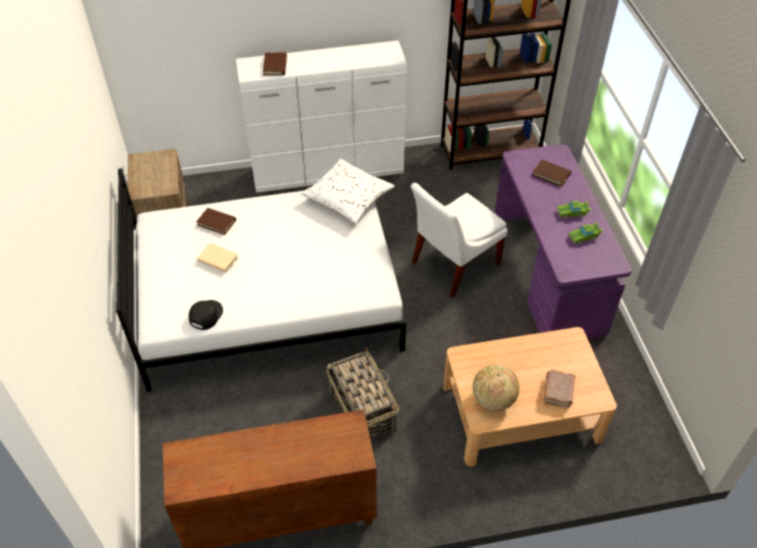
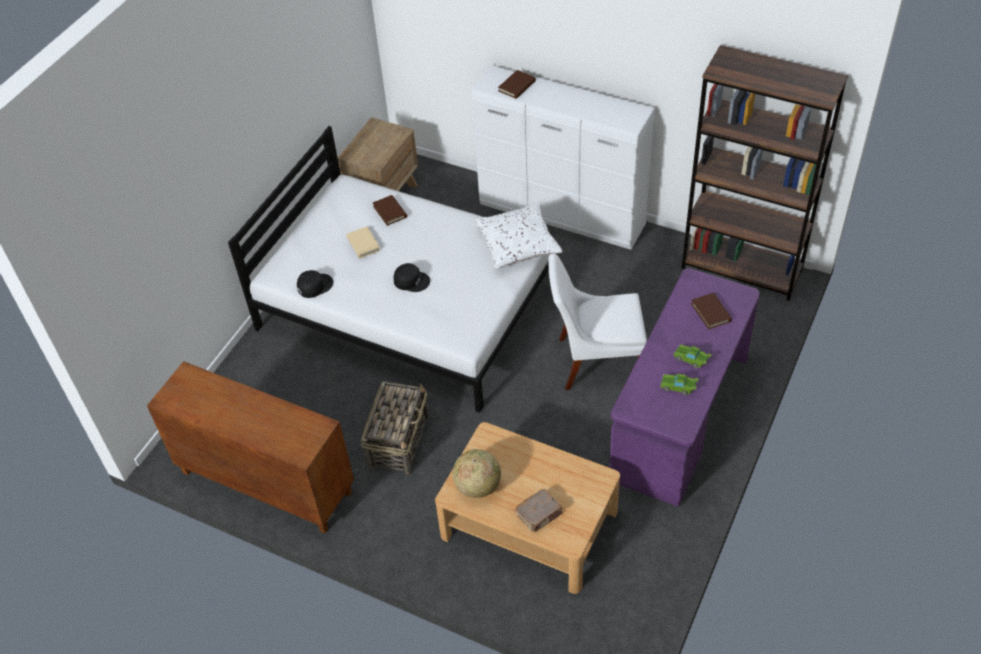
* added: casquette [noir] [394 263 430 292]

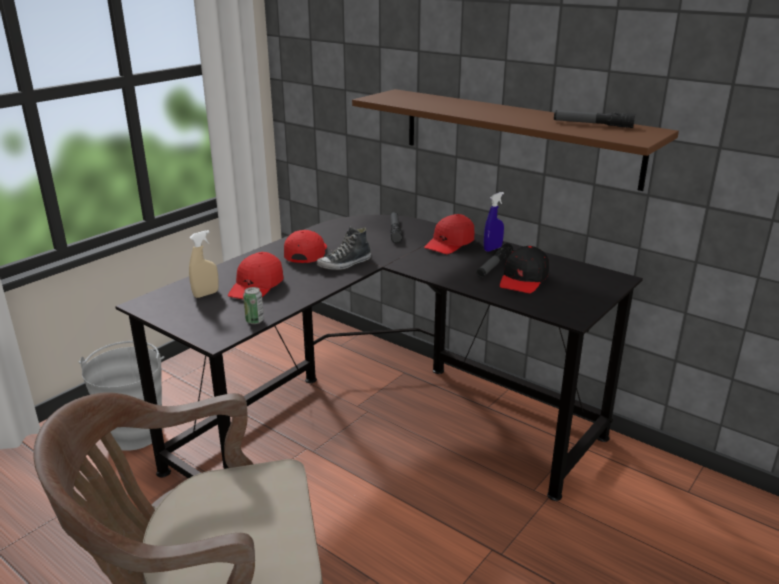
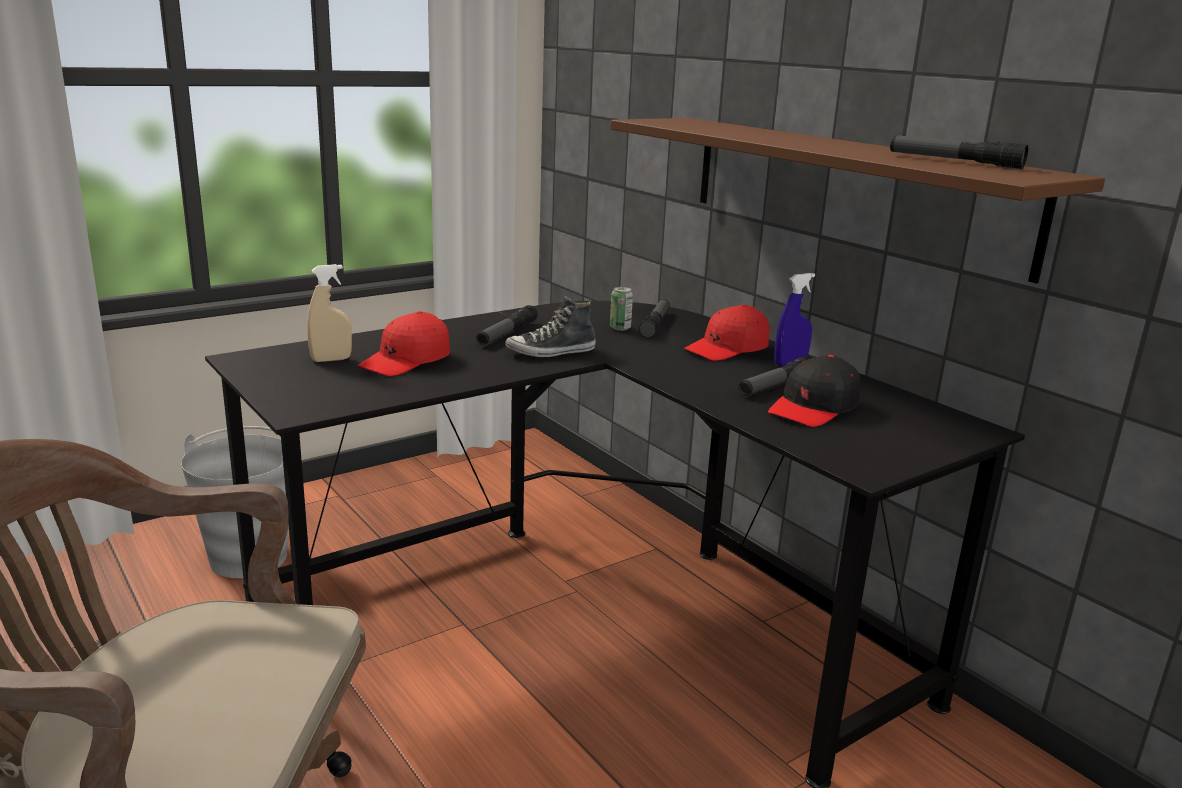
* moved: boîte métallique [243 287 264 324] to [610 287 633 331]
* replaced: casquette [rouge] [284 230 327 263] to lampe de poche [476 305 538 345]

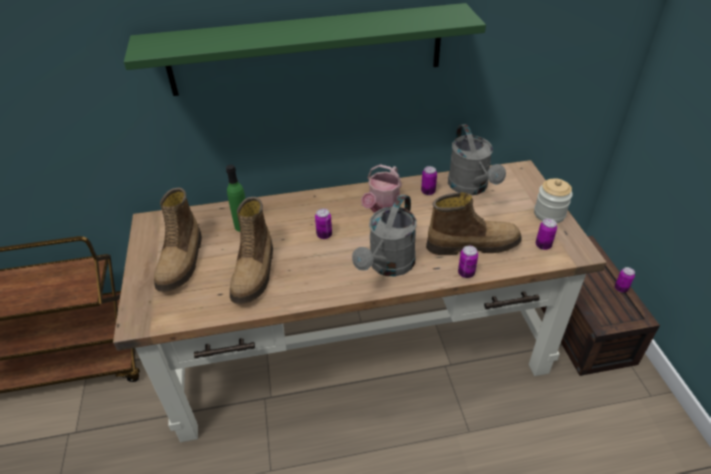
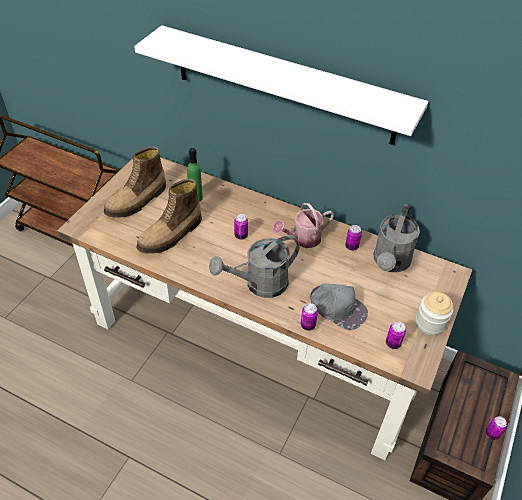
* recoloured: étagère [vert] [124 3 486 96] to étagère [blanc] [134 25 428 145]
* replaced: botte [426 192 522 255] to casquette [gris] [310 284 368 330]

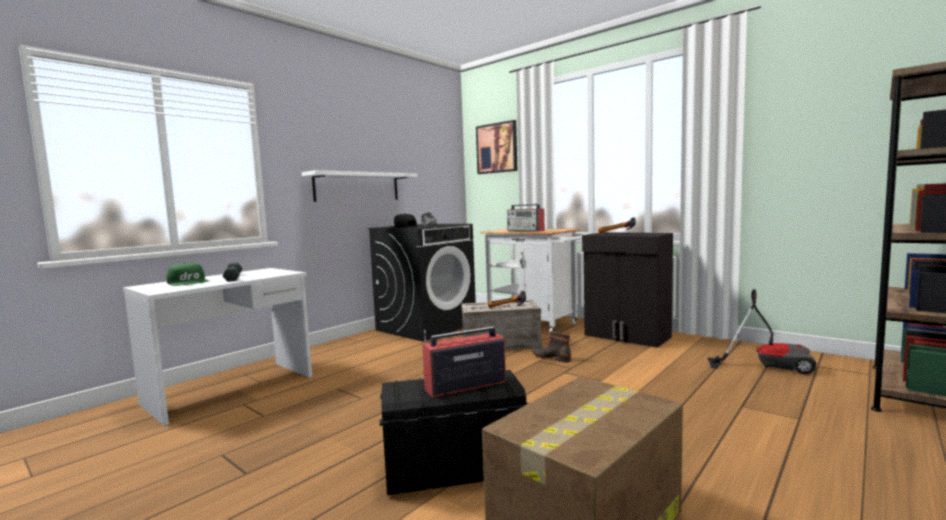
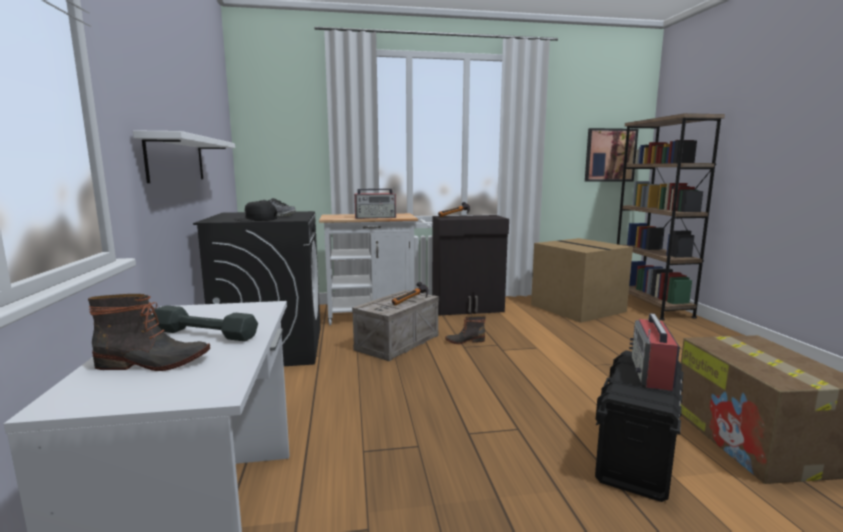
* replaced: casquette [vert] [166 263 209 286] to botte [88 294 210 371]
* moved: tableau [476 120 518 174] to [585 128 638 182]
* replaced: aspirateur [707 289 816 374] to carton [531 238 633 323]

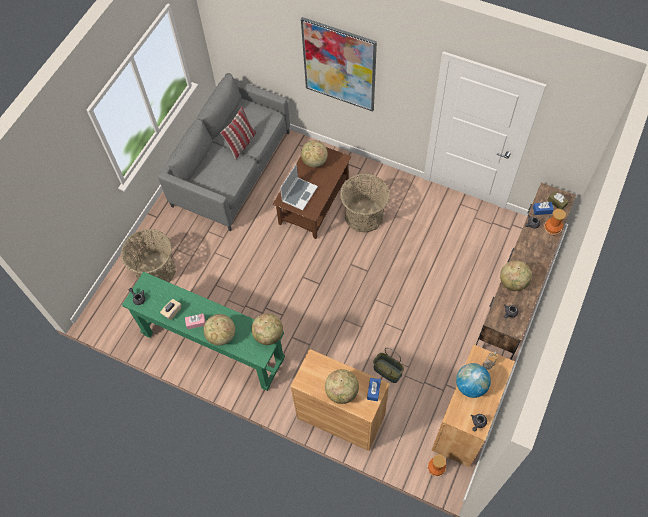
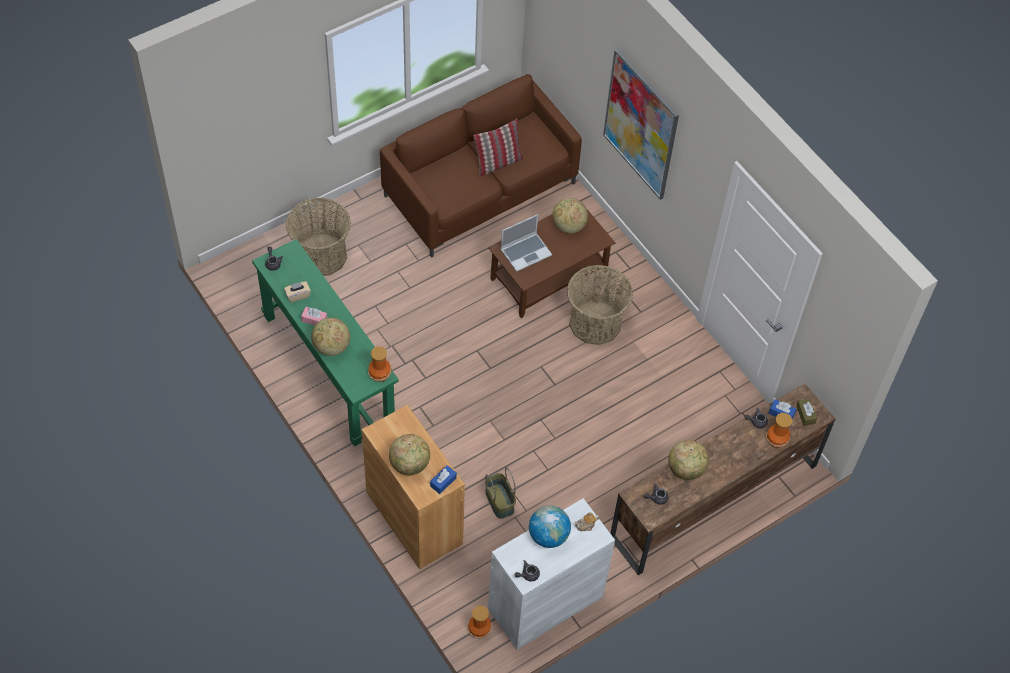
* recoloured: canapé [gris] [158 73 290 231] to canapé [marron] [380 74 582 258]
* replaced: globe [251 313 283 345] to vase [368 346 392 382]
* recoloured: meuble de rangement [marron] [432 344 515 467] to meuble de rangement [blanc] [488 498 615 650]

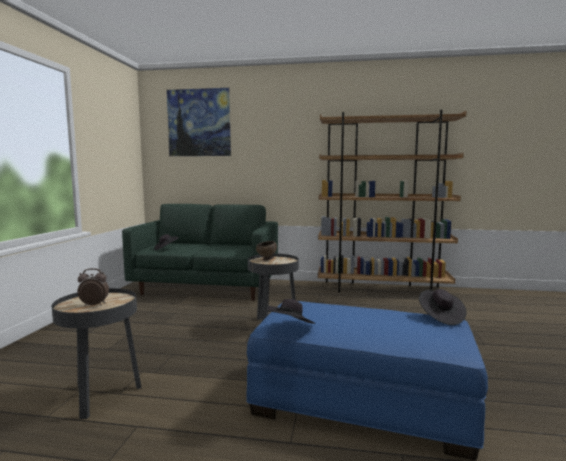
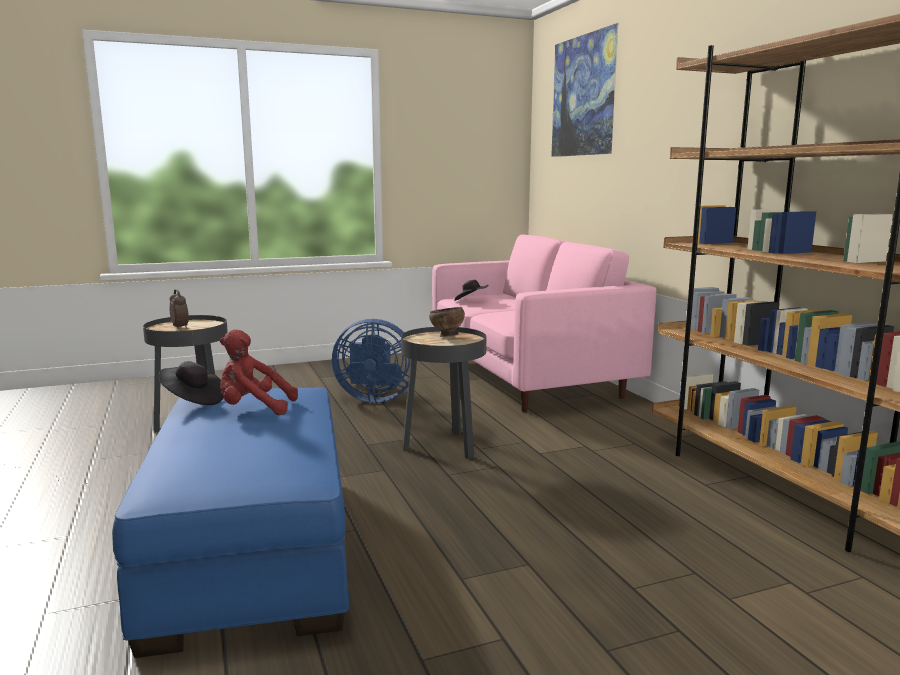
* recoloured: canapé [vert] [122 204 278 301] to canapé [rose] [432 234 656 412]
* removed: chapeau [noir] [419 289 466 325]
* added: peluche [rouge] [220 329 298 415]
* added: ventilateur [bleu] [332 319 410 403]

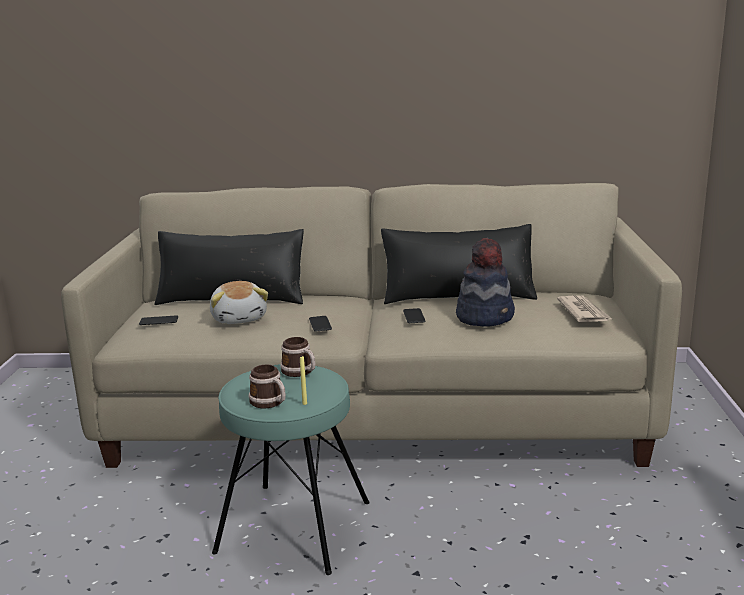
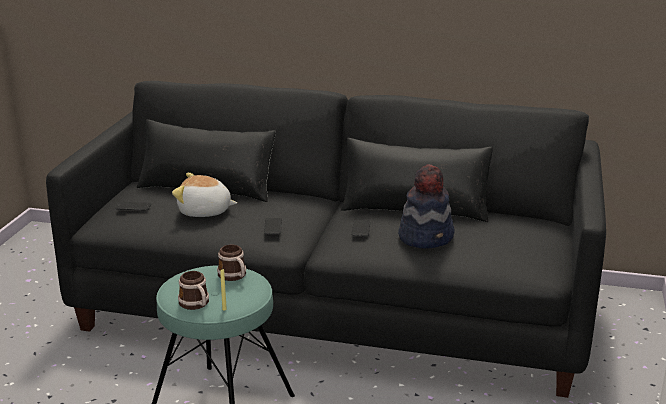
* recoloured: canapé [beige] [61 183 682 468] to canapé [noir] [46 81 606 398]
* turned: peluche [210 281 268 324] = [172 173 237 217] 105 degrees clockwise
* removed: journal [557 296 612 322]

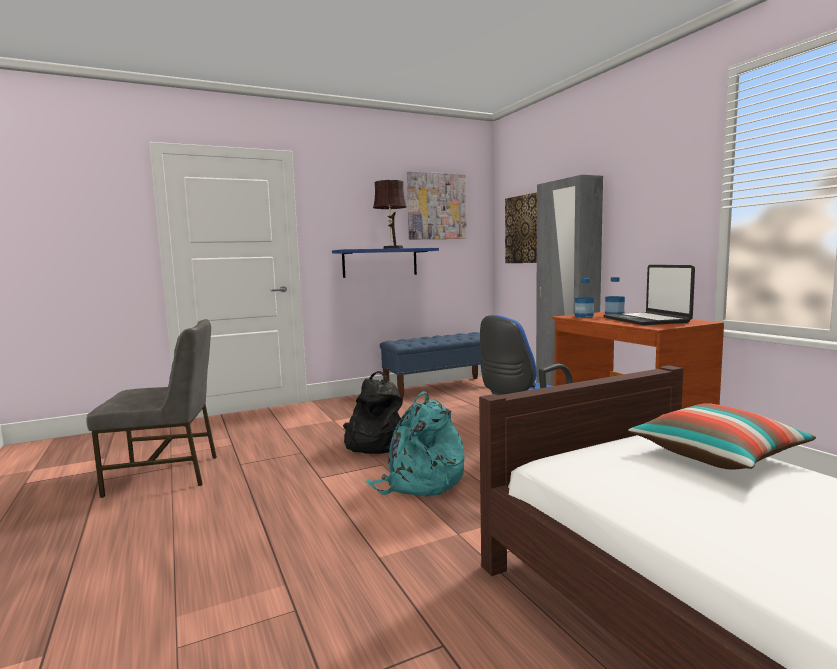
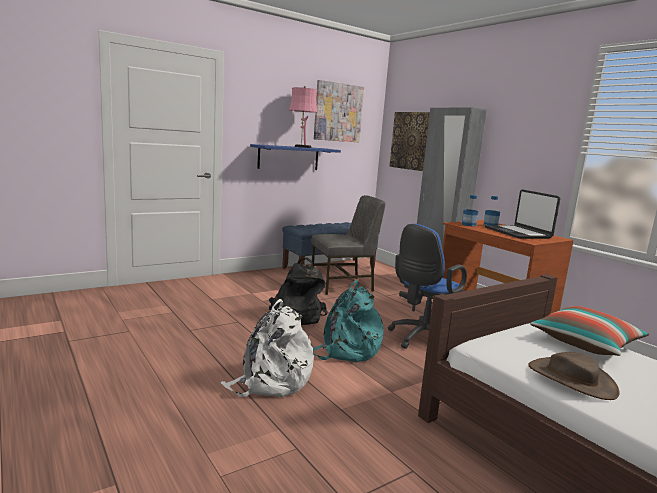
* moved: chaise [gris] [86 319 217 498] to [311 195 385 295]
* recoloured: lampe de table [marron] [373 178 407 249] to lampe de table [rose] [289 86 318 148]
* added: sac à dos [blanc] [220 299 314 397]
* added: chapeau [marron] [528 352 620 400]

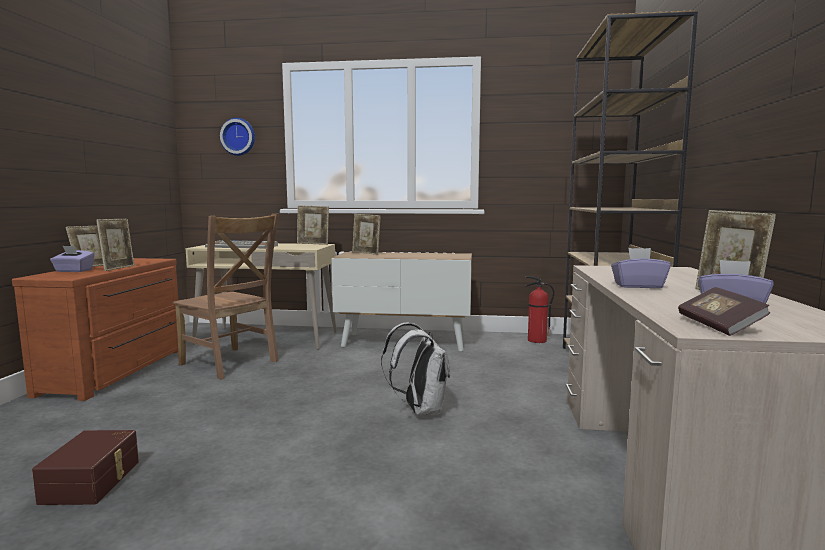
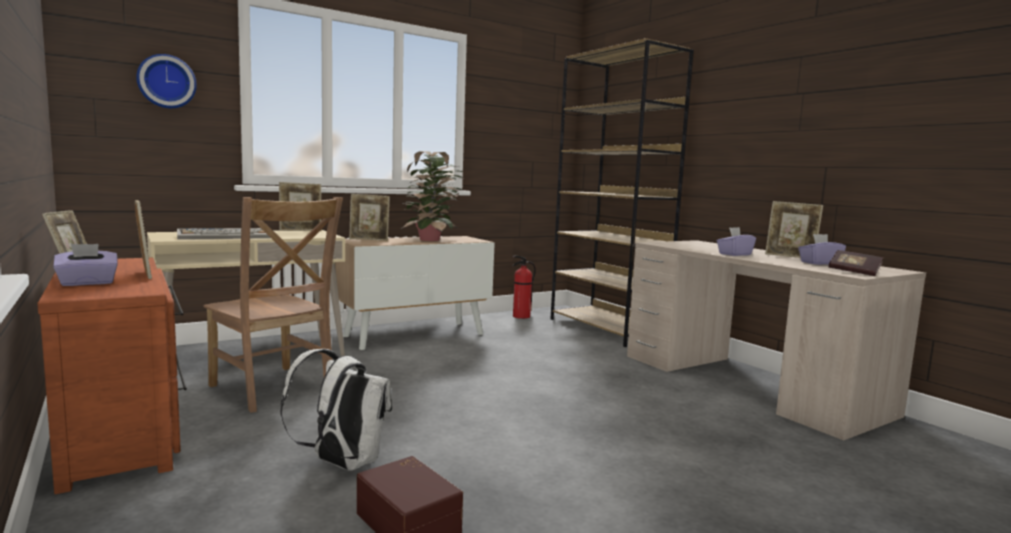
* turned: chaise [marron] [173 214 279 380] = [204 197 343 413] 45 degrees clockwise
* moved: sac à dos [blanc] [381 322 450 415] to [280 349 393 471]
* added: plante en pot [401 151 462 241]

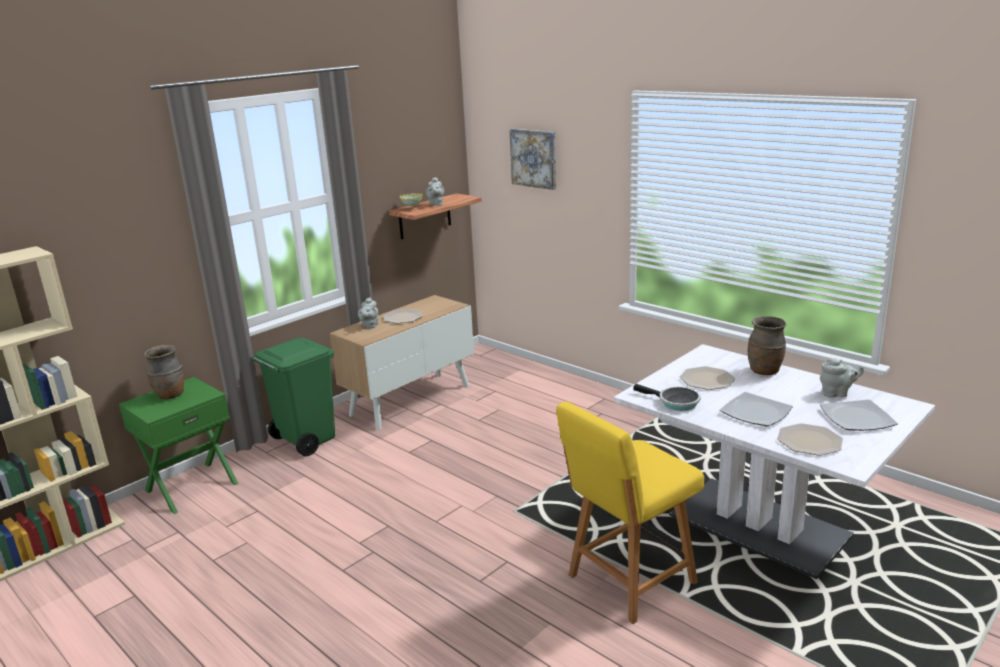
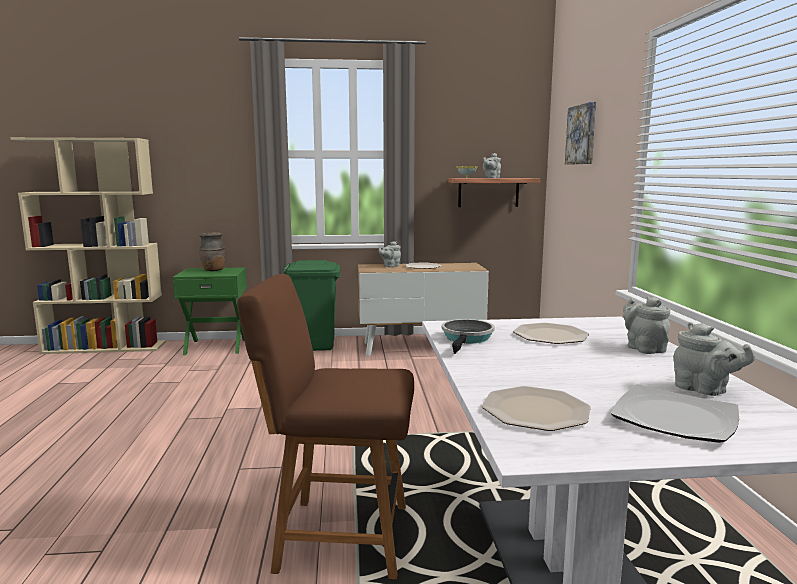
* recoloured: chaise [jaune] [556 402 704 624] to chaise [marron] [237 274 414 579]
* turned: poêle [633 384 701 411] = [442 319 495 354] 150 degrees counterclockwise
* removed: assiette [720 392 793 426]
* replaced: vase [marron] [748 316 787 375] to théière [gris] [623 297 670 354]

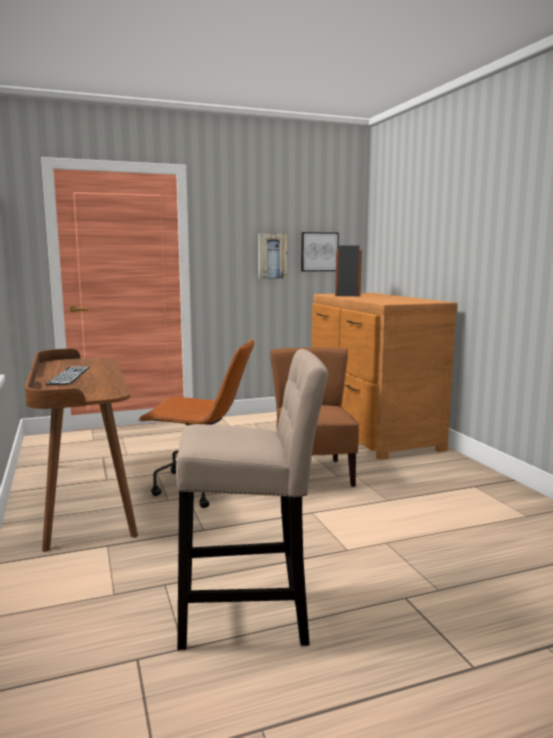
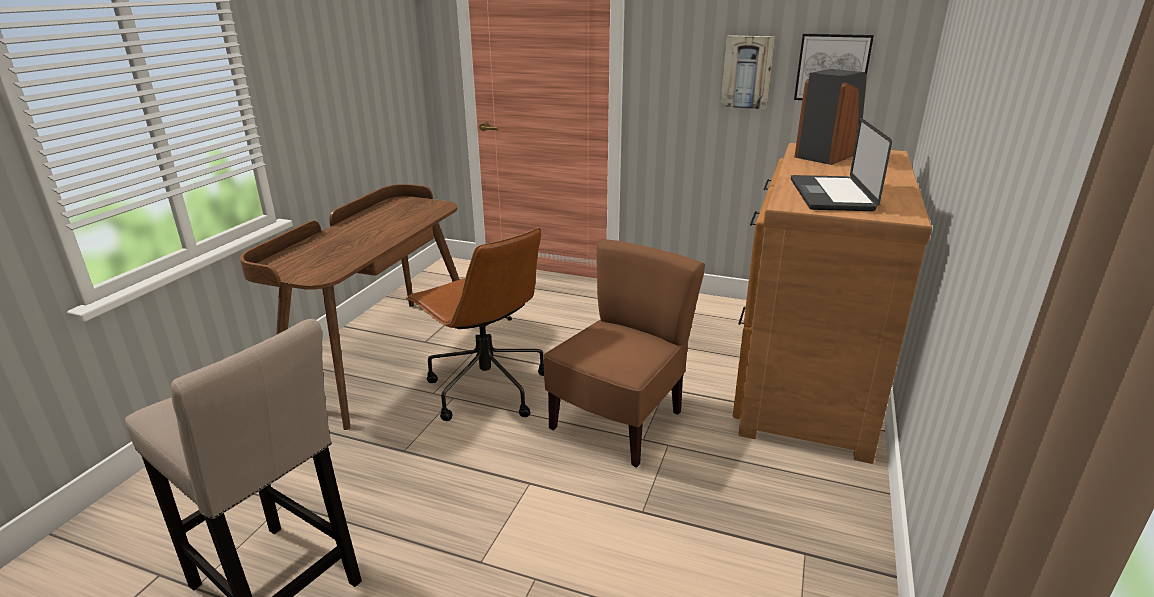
* removed: clavier [46 366 90 385]
* added: ordinateur portable [791 118 892 211]

